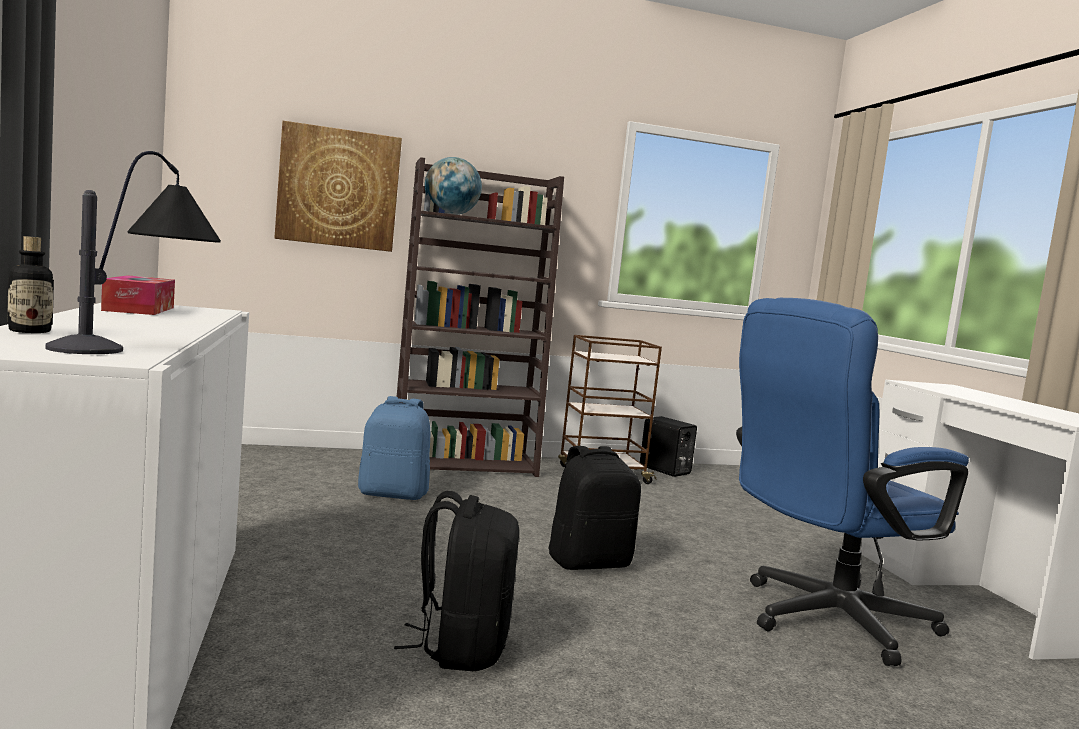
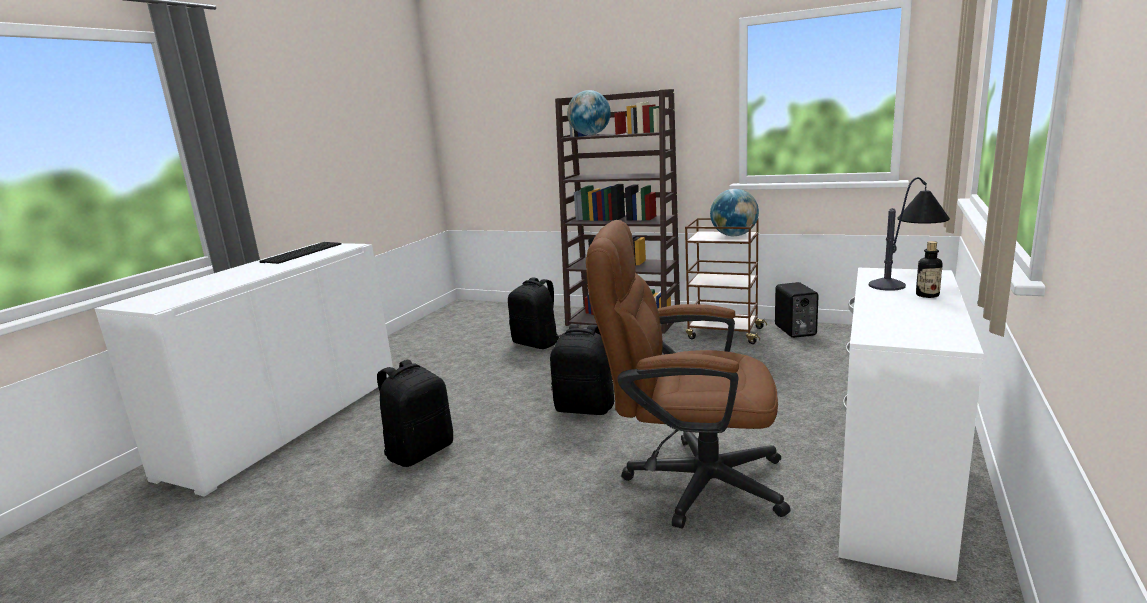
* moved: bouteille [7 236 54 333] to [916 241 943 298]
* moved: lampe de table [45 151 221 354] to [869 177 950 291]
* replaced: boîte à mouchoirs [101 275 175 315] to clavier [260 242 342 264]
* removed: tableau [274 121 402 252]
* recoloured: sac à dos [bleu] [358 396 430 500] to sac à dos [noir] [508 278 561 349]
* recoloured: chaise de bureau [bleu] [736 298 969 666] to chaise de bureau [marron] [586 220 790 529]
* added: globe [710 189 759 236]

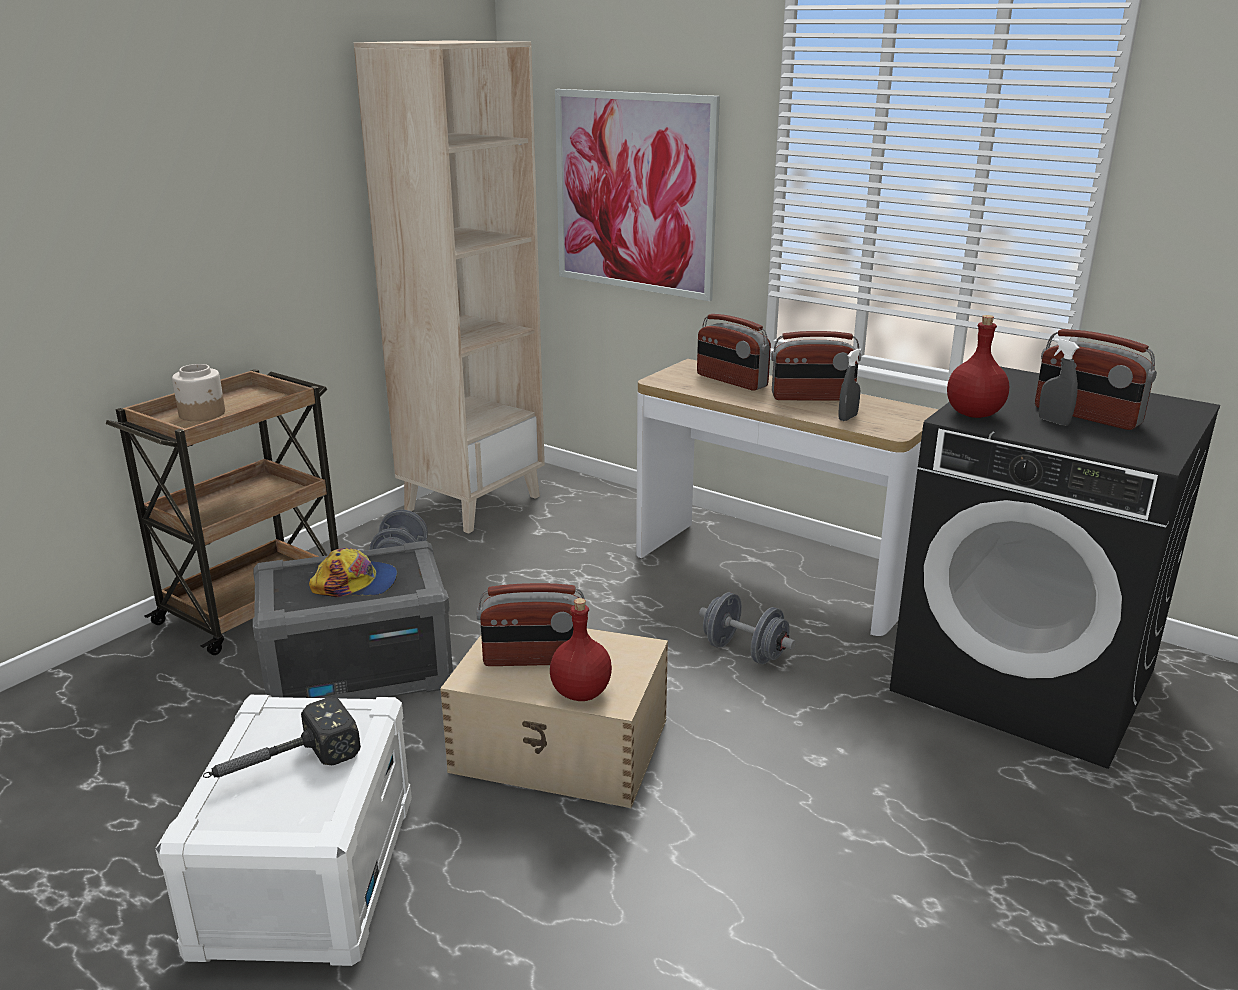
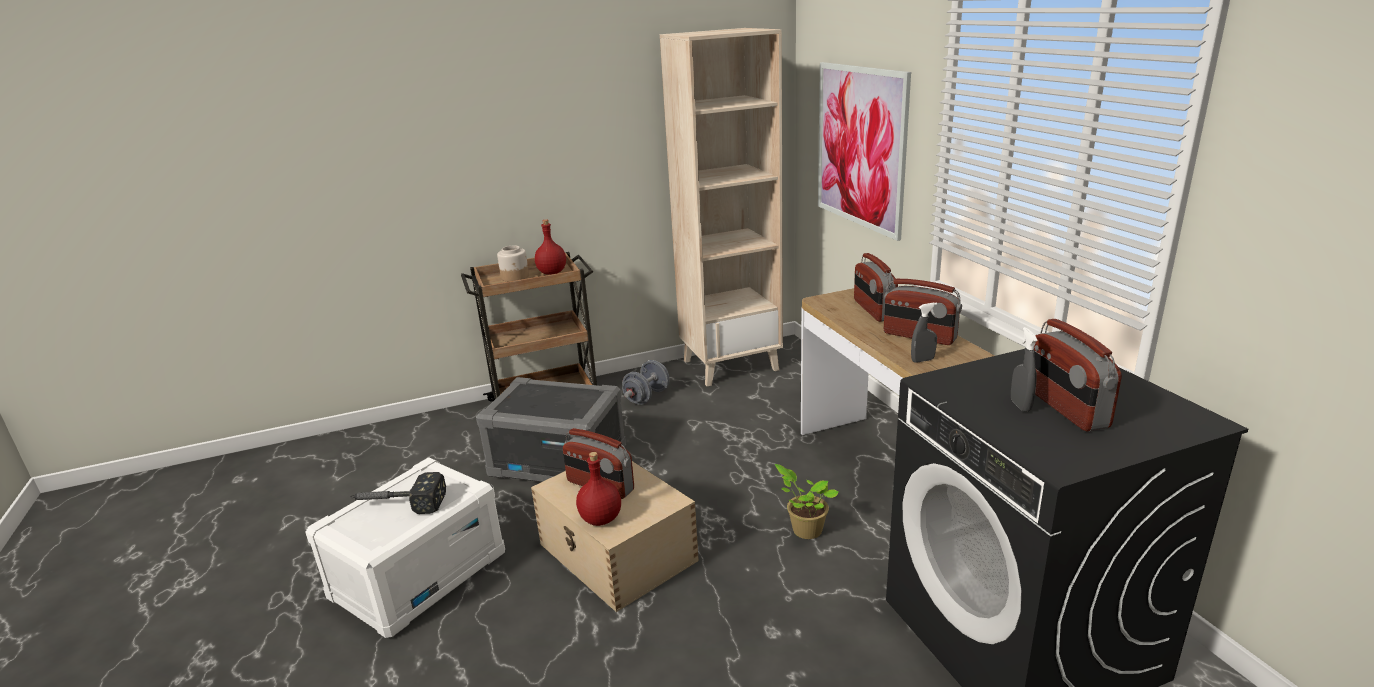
* removed: casquette [309 548 397 597]
* replaced: haltère [gris] [699 592 795 664] to plante en pot [775 464 839 539]
* moved: bouteille [rouge] [947 315 1009 418] to [535 219 566 275]

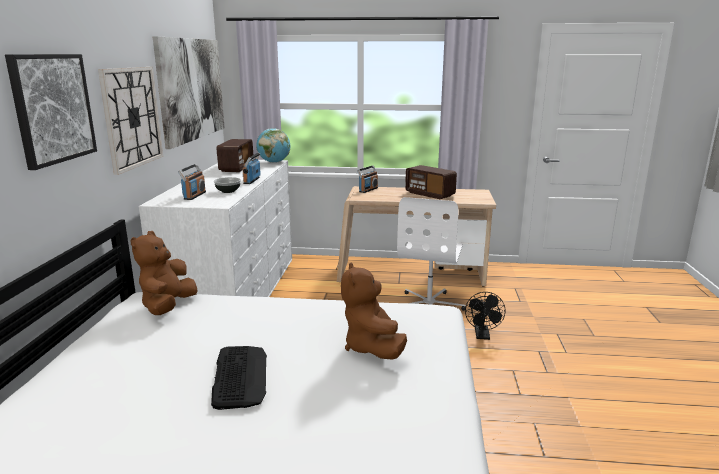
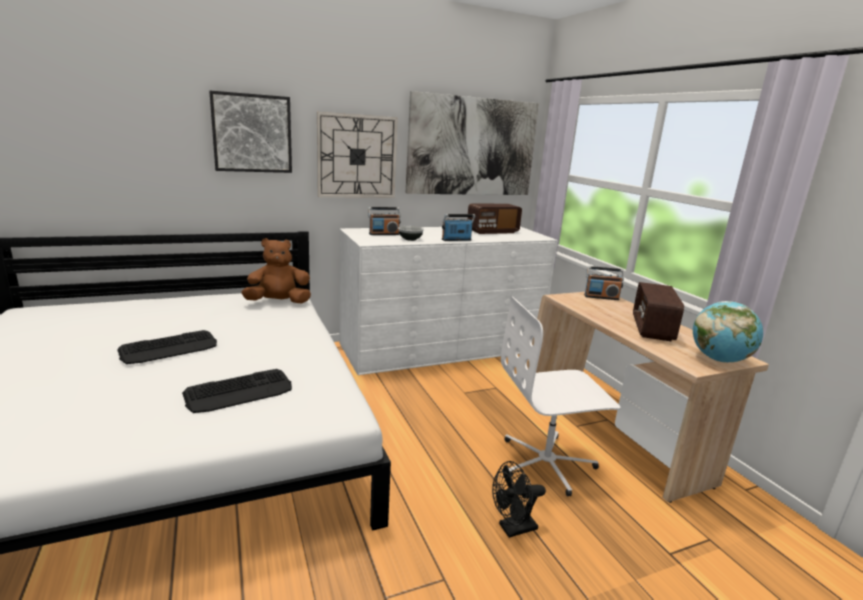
* moved: globe [256 128 290 163] to [693 301 763 363]
* replaced: peluche [marron] [341 262 407 360] to clavier [182 369 292 413]

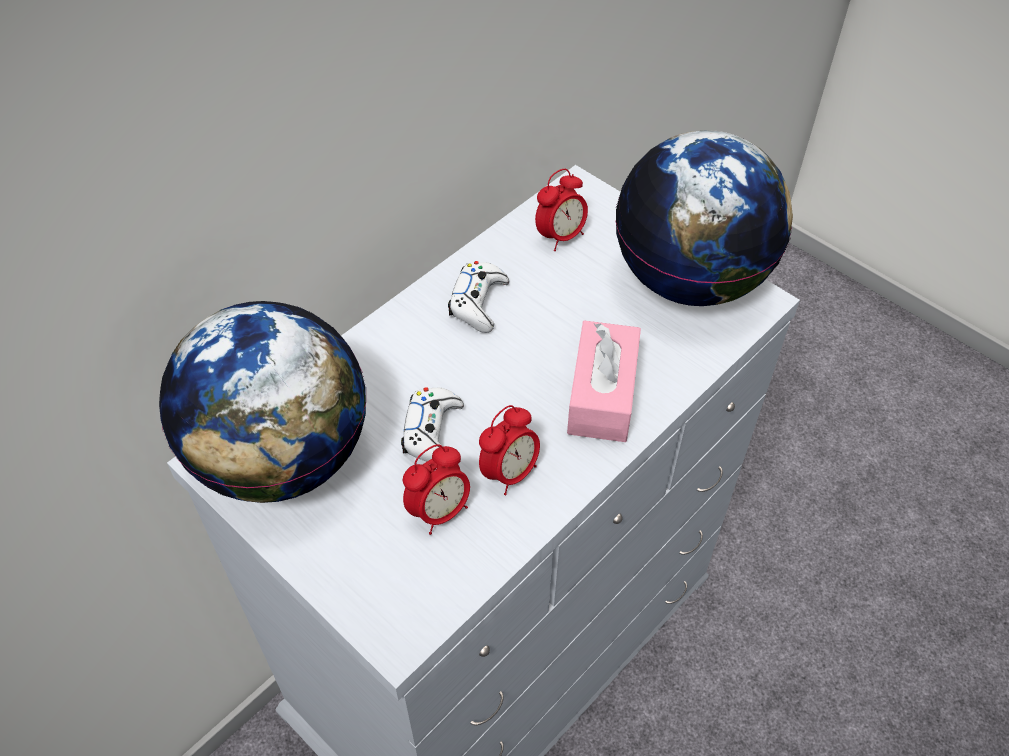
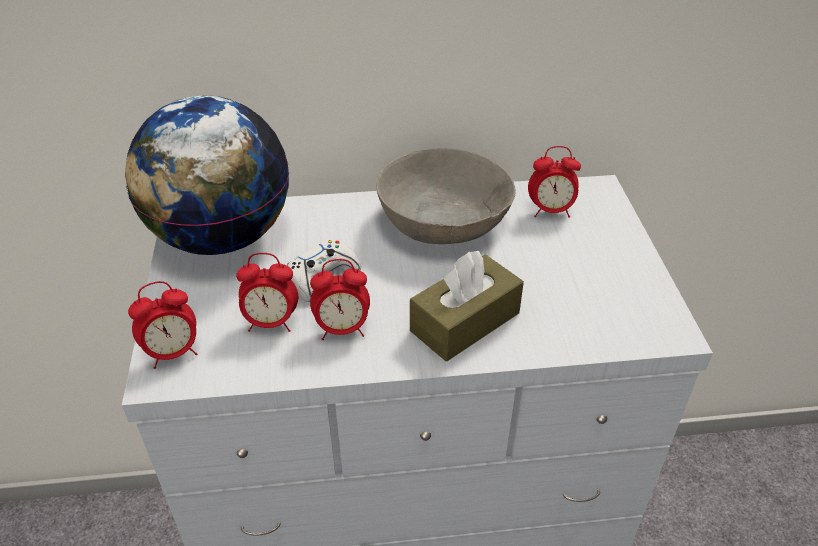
* replaced: manette [blanc] [448 261 509 333] to bol [gris] [376 148 516 244]
* recoloured: boîte à mouchoirs [rose] [567 320 641 442] to boîte à mouchoirs [marron] [410 250 524 361]
* removed: globe [615 130 793 306]
* added: réveil [128 281 198 369]

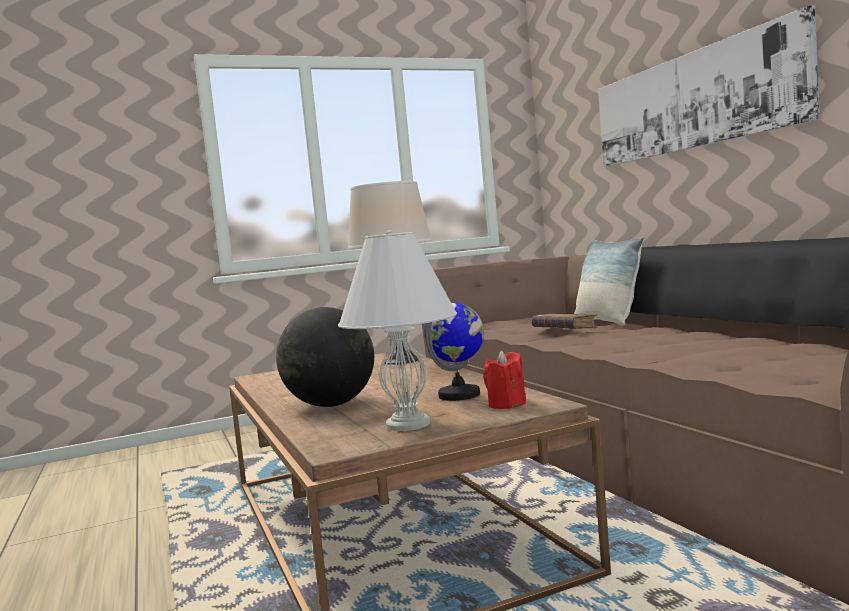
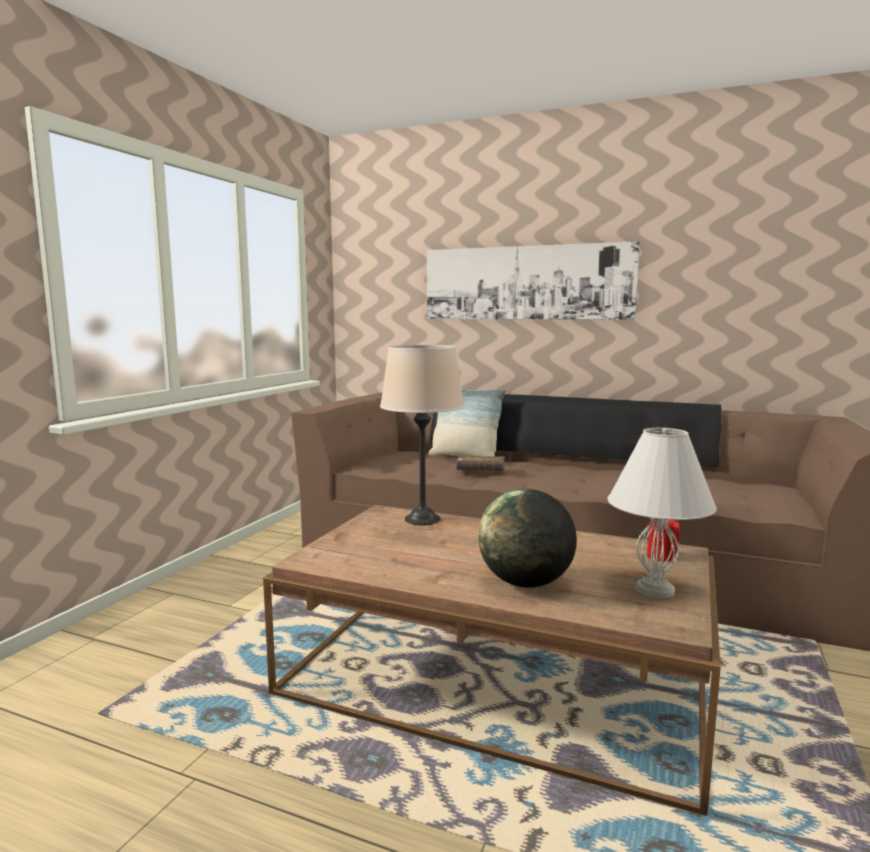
* removed: globe [425 303 484 401]

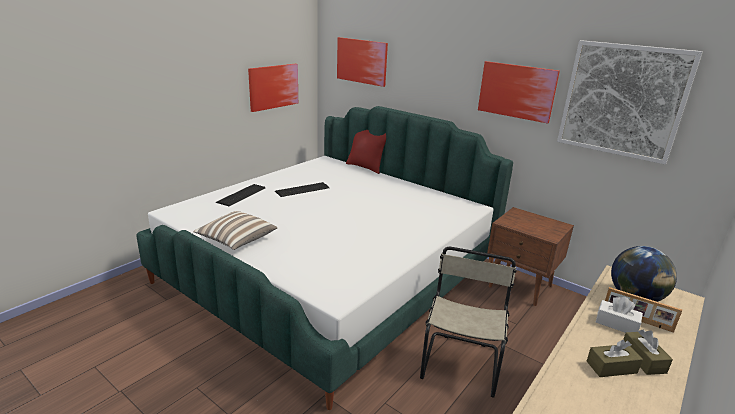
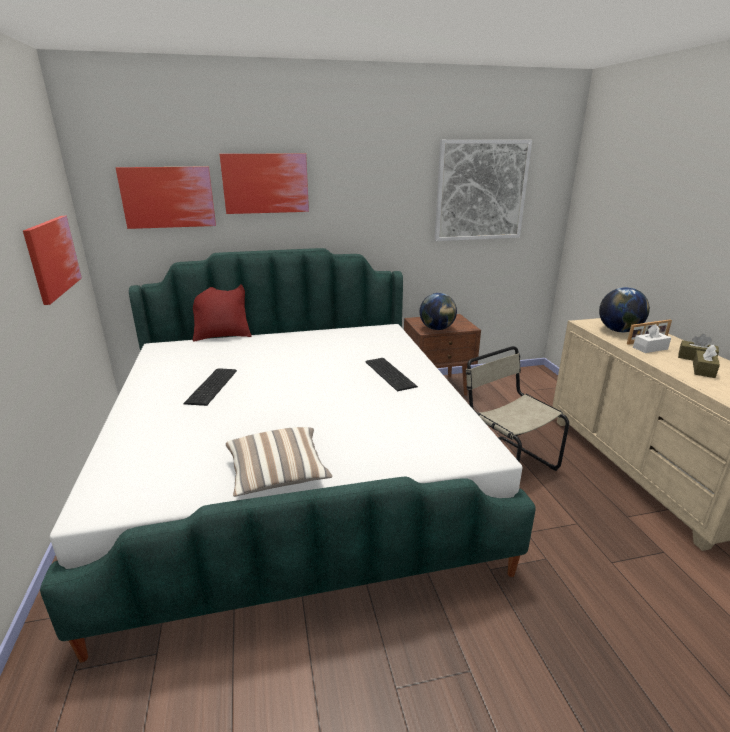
* moved: clavier [216 184 265 206] to [366 358 418 391]
* moved: tableau [478 61 560 124] to [220 153 309 214]
* added: globe [420 293 457 330]

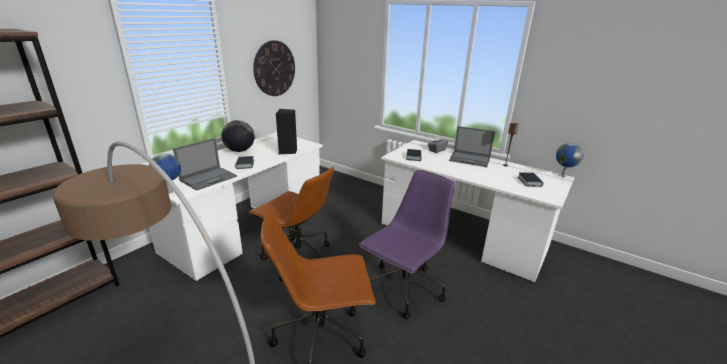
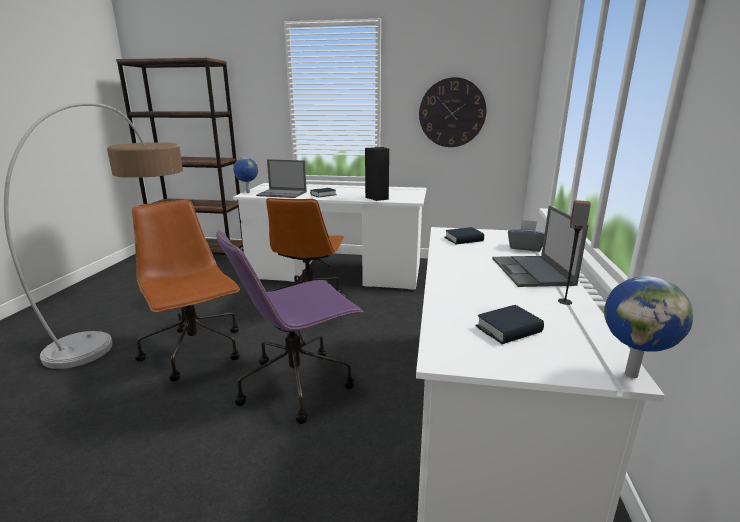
* removed: globe [221 120 254 152]
* turned: chaise de bureau [violet] [359 170 455 319] = [216 230 363 424] 135 degrees clockwise

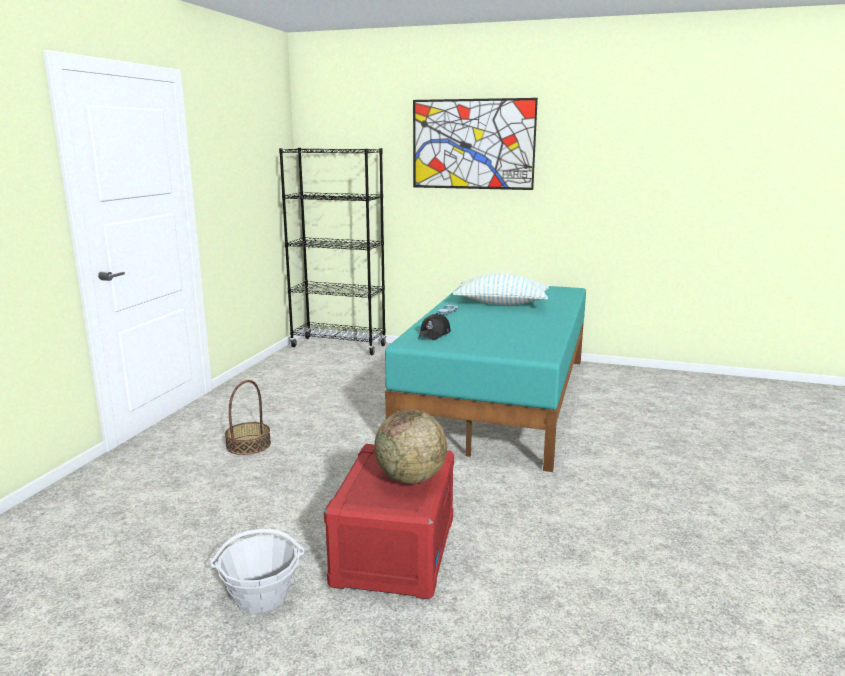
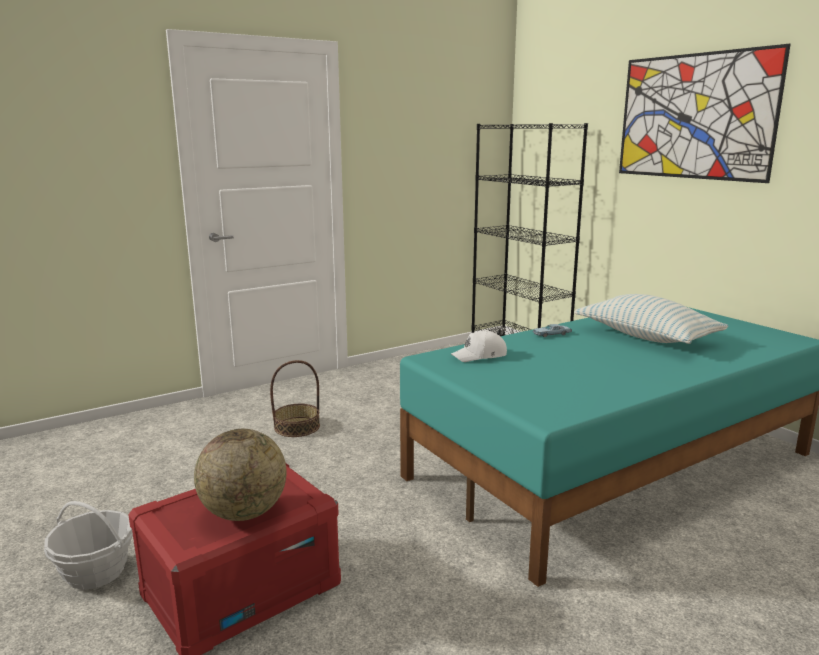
* recoloured: casquette [noir] [418 314 451 340] to casquette [blanc] [451 330 507 362]

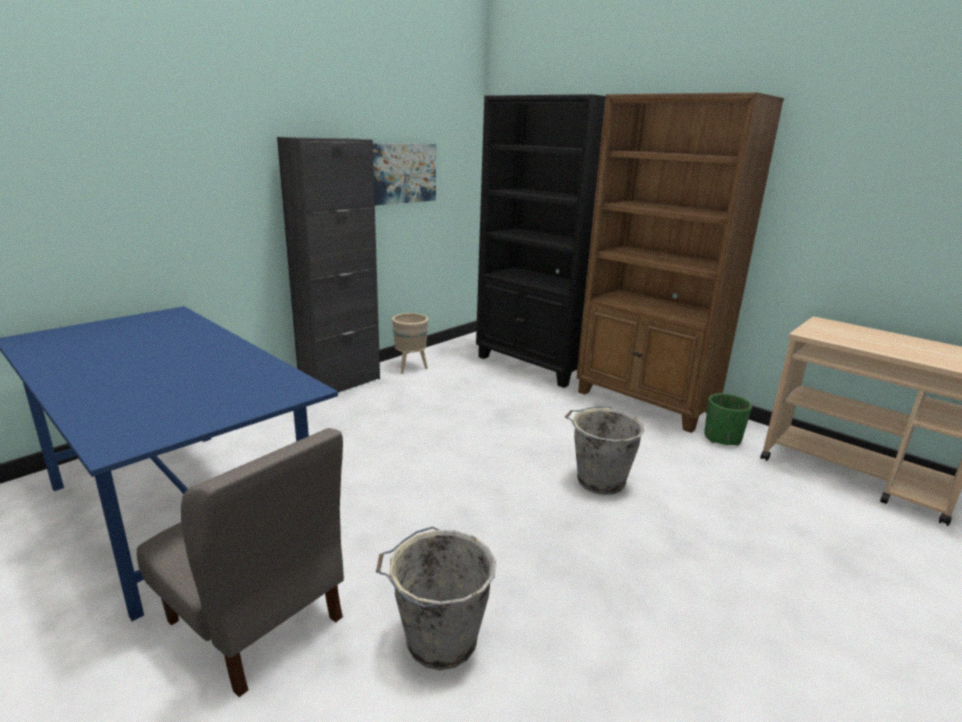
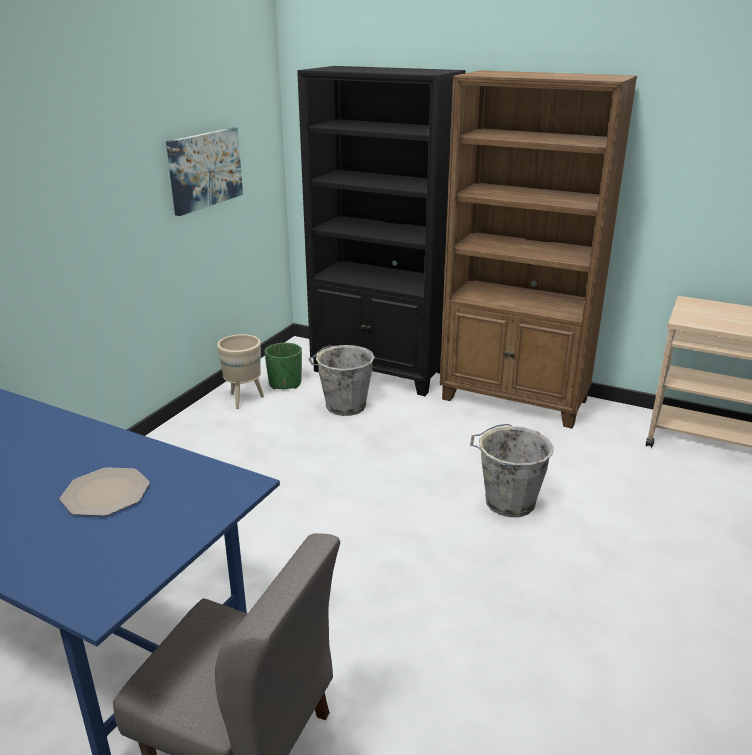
* removed: meuble de rangement [noir] [277 137 380 392]
* moved: seau [gris] [376 527 496 670] to [309 345 375 416]
* moved: cache-pot [vert] [704 393 752 446] to [265 343 302 390]
* added: assiette [60 467 150 516]

